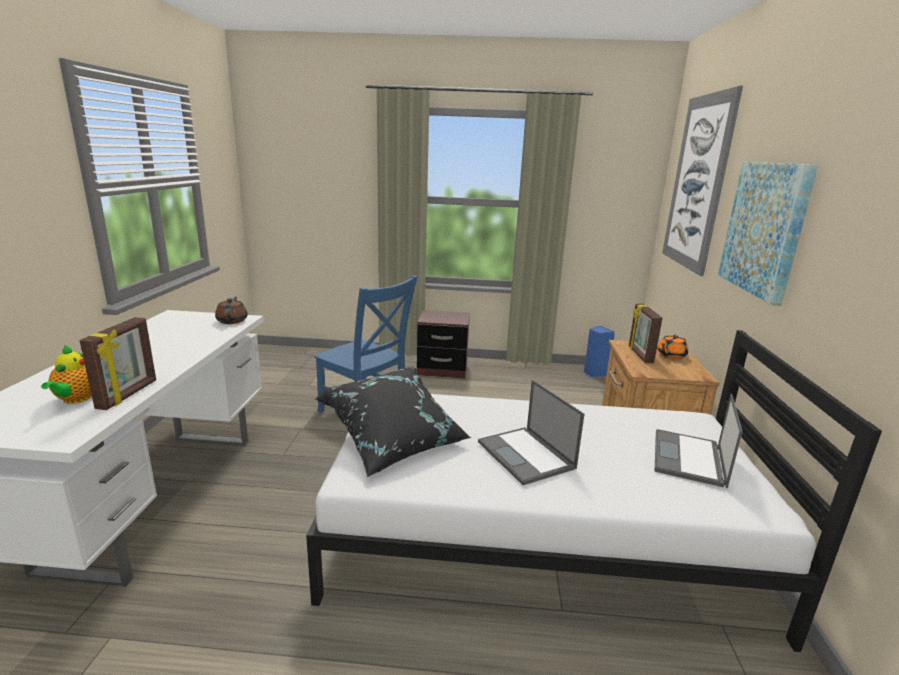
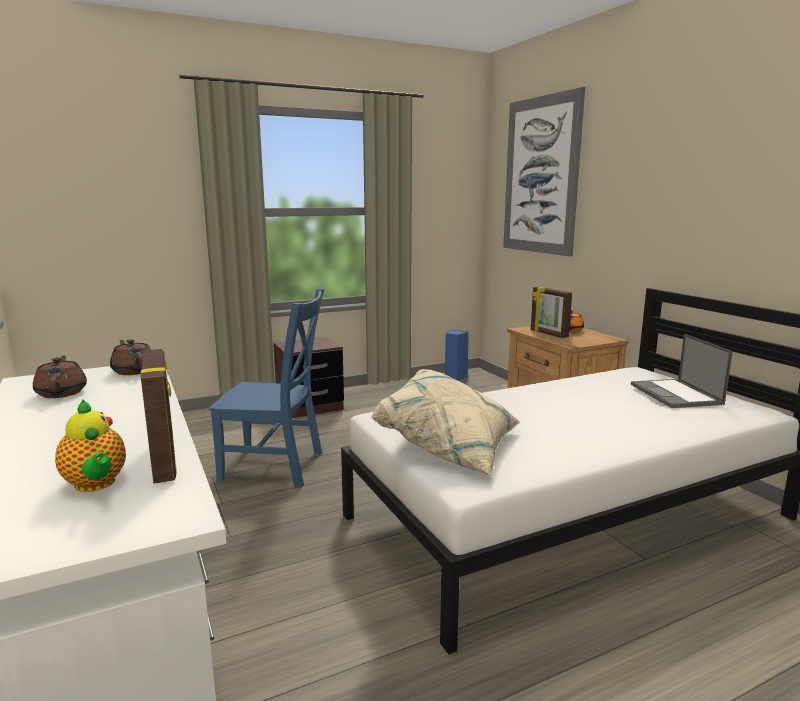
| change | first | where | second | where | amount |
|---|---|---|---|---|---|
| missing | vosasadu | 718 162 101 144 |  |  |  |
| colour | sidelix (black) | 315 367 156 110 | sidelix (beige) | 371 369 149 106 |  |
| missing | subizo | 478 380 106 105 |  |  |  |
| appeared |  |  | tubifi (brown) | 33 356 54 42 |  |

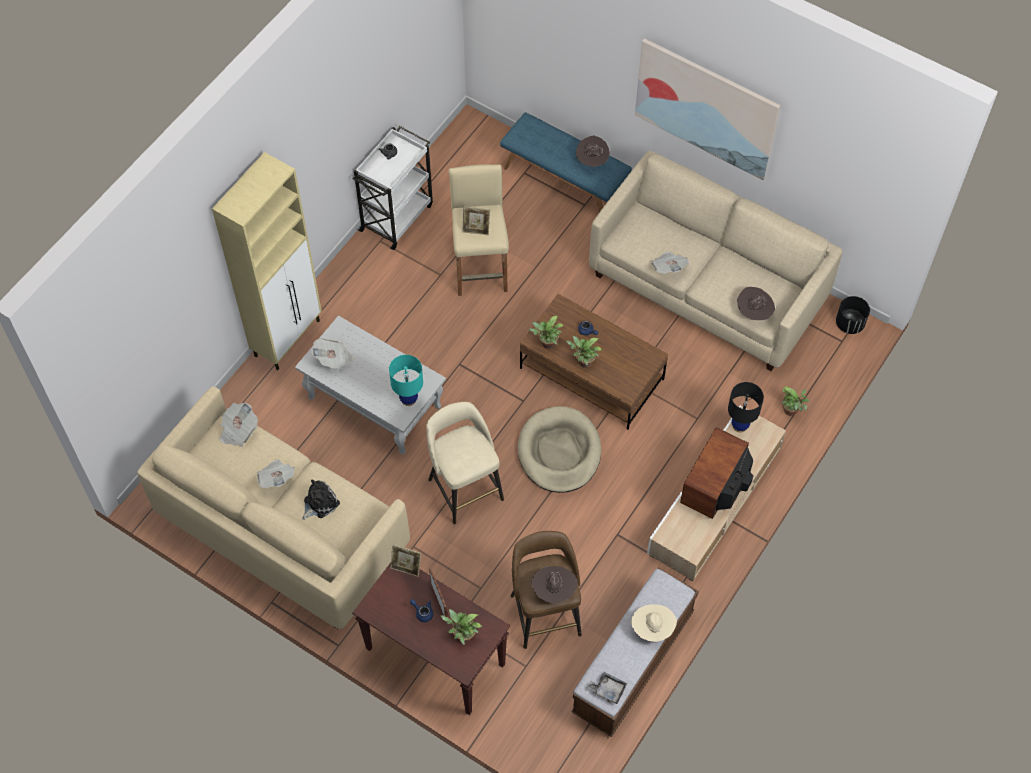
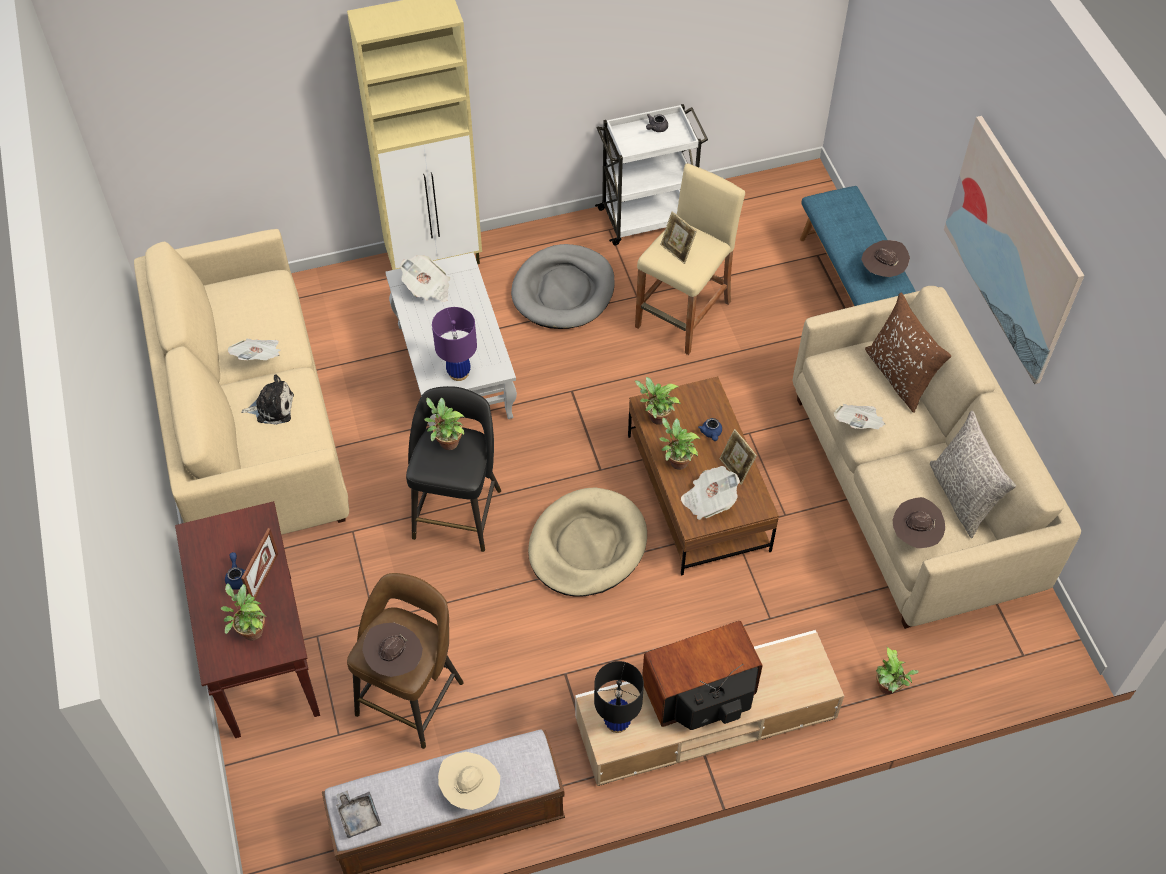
| change | first | where | second | where | amount |
|---|---|---|---|---|---|
| missing | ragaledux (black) | 836 296 34 38 |  |  |  |
| colour | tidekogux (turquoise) | 389 355 34 51 | tidekogux (purple) | 432 307 45 74 |  |
| relocated | tidekogux (black) | 728 382 36 51 |  | 594 661 50 72 |  |
| colour | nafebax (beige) | 426 402 78 122 | nafebax (black) | 406 386 95 166 |  |
| relocated | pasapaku | 220 403 38 44 |  | 681 466 59 54 |  |
| relocated | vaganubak | 390 544 31 33 |  | 719 429 38 55 |  |
| appeared |  |  | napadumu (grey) | 511 244 104 85 |  |
| appeared |  |  | sidelix (brown) | 865 293 86 120 |  |
| appeared |  |  | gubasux | 424 398 40 52 |  |
| appeared |  |  | sidelix (grey) | 930 411 86 127 |  |

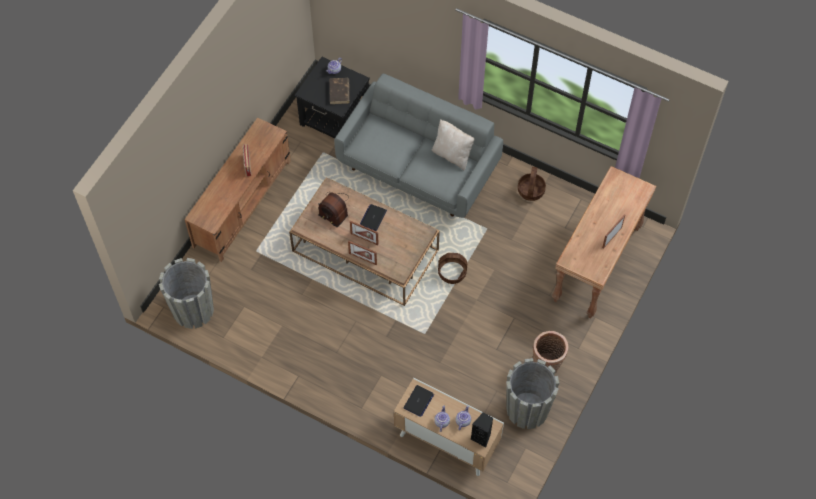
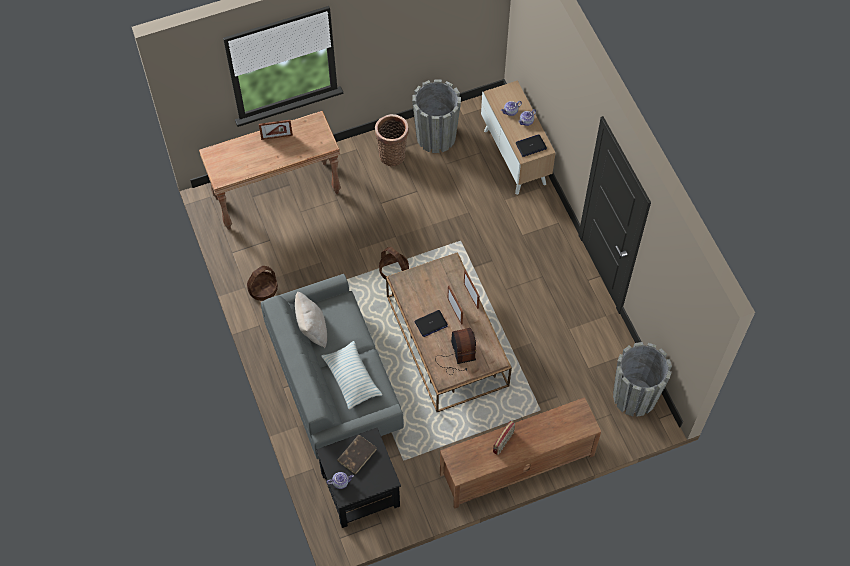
| change | first | where | second | where | amount |
|---|---|---|---|---|---|
| missing | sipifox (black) | 471 412 22 35 |  |  |  |
| appeared |  |  | sidelix | 321 341 61 68 |  |

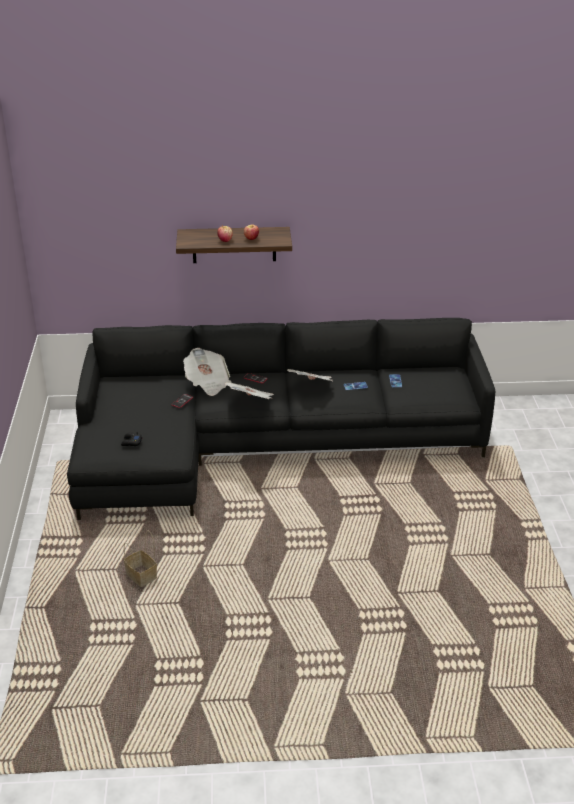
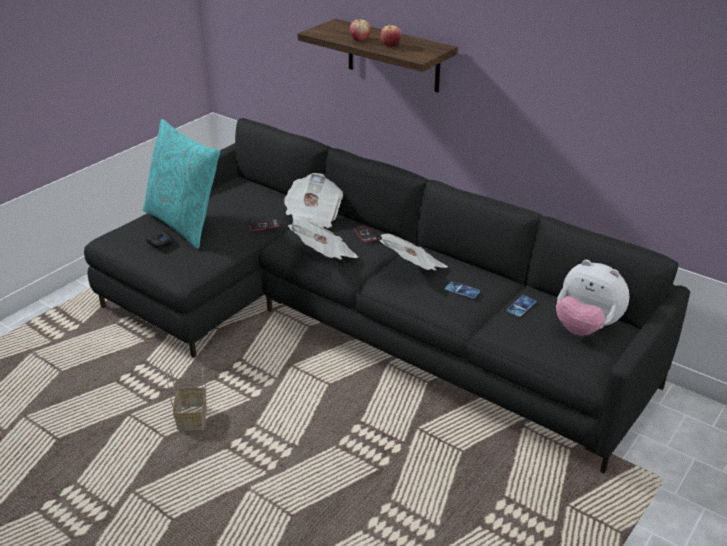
| change | first | where | second | where | amount |
|---|---|---|---|---|---|
| relocated | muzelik | 124 531 33 56 |  | 167 367 40 64 |  |
| appeared |  |  | sidelix (turquoise) | 143 119 77 130 |  |
| appeared |  |  | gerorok | 556 260 73 75 |  |

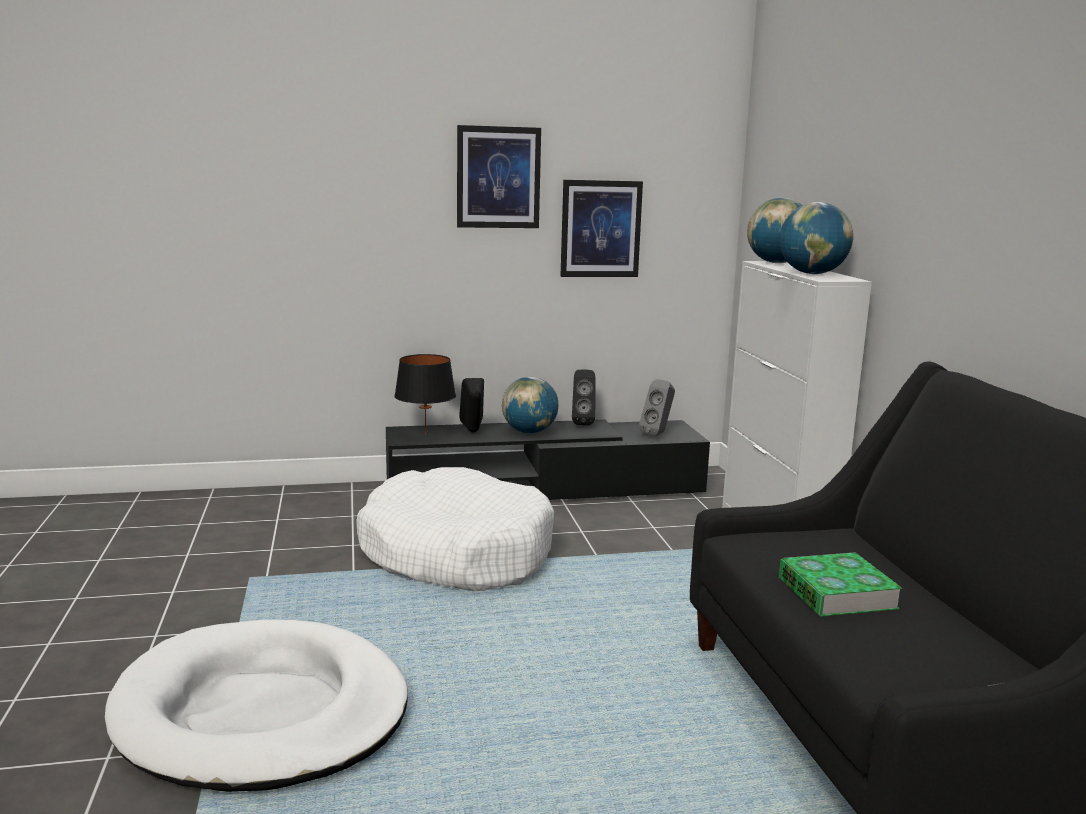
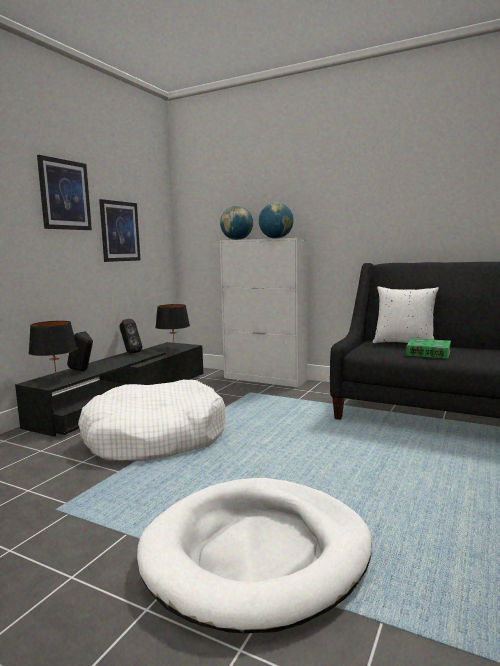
| change | first | where | second | where | amount |
|---|---|---|---|---|---|
| missing | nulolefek | 502 377 56 56 |  |  |  |
| exchanged | sipifox (grey) | 639 379 36 57 | tidekogux (black) | 155 304 35 42 |  |
| appeared |  |  | sidelix (white) | 373 286 66 57 |  |

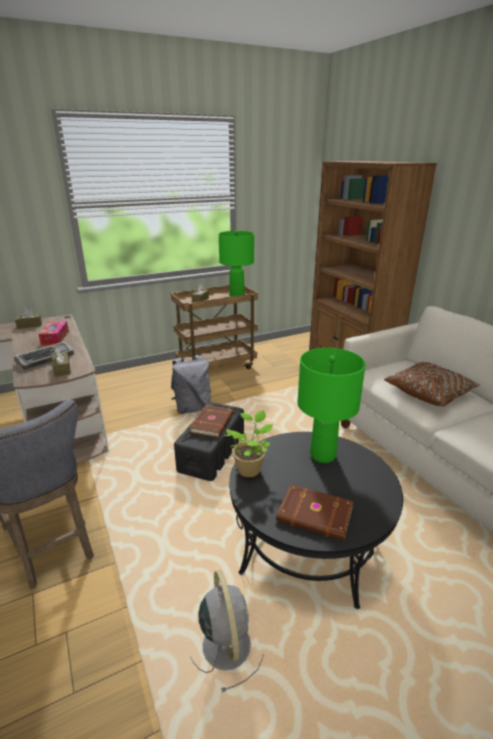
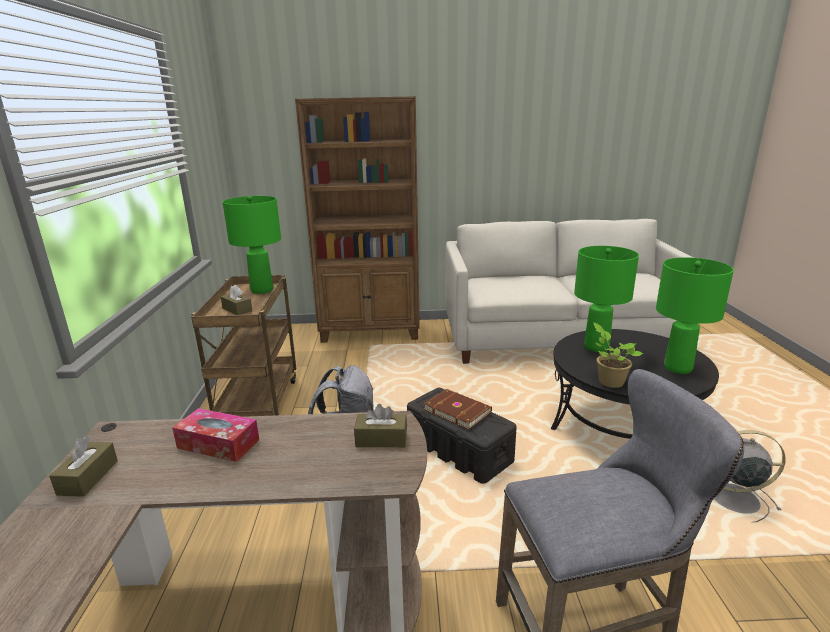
| change | first | where | second | where | amount |
|---|---|---|---|---|---|
| missing | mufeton | 14 342 60 28 |  |  |  |
| missing | sidelix (brown) | 384 362 96 45 |  |  |  |
| exchanged | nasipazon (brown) | 276 484 78 57 | tidekogux (green) | 656 257 78 117 |  |

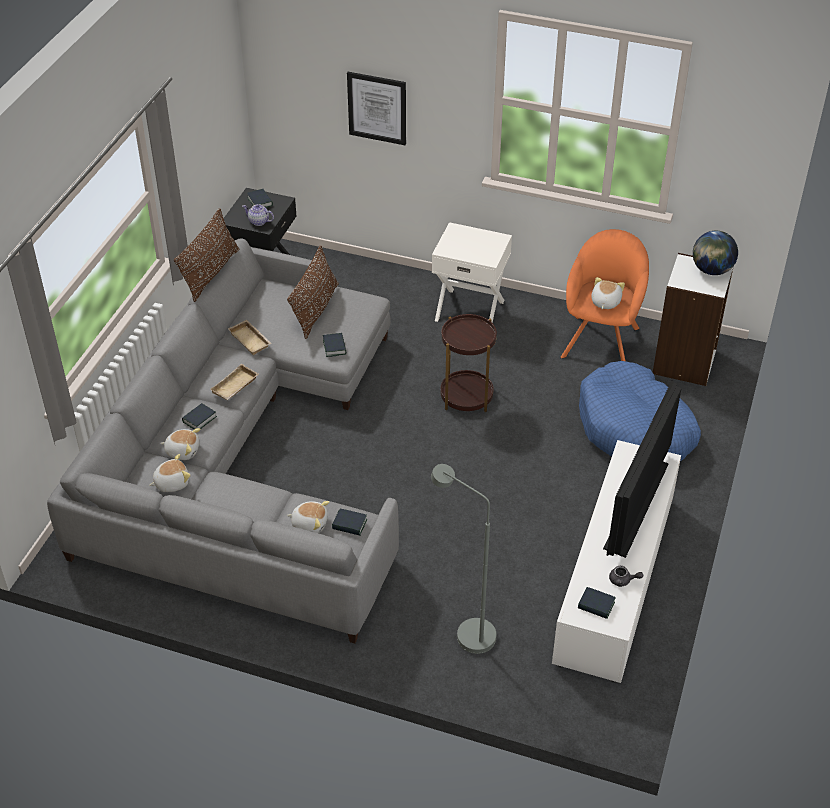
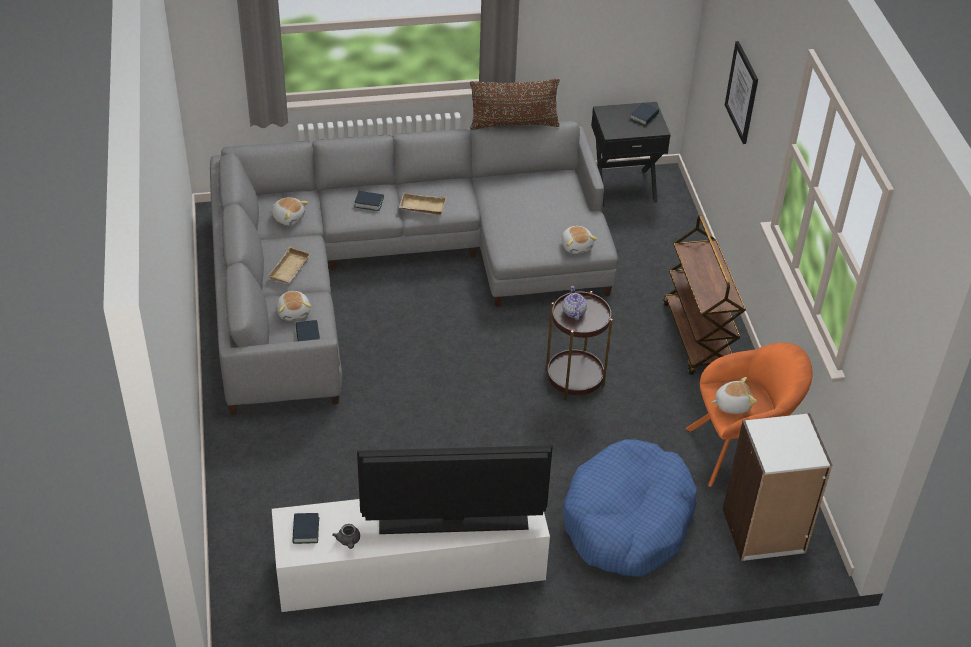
| change | first | where | second | where | amount |
|---|---|---|---|---|---|
| relocated | tubifi | 242 204 32 22 |  | 562 286 25 34 |  |
| exchanged | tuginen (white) | 432 222 80 101 | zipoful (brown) | 663 215 83 160 |  |
| missing | nulolefek | 693 231 45 44 |  |  |  |
| missing | sidelix (brown) | 287 245 52 94 |  |  |  |
| relocated | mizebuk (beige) | 228 320 44 35 |  | 268 246 43 37 |  |
| missing | nasipazon | 323 333 23 24 |  |  |  |
| relocated | gerorok | 161 428 40 32 |  | 561 226 36 28 |  |
| missing | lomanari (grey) | 431 464 65 190 |  |  |  |

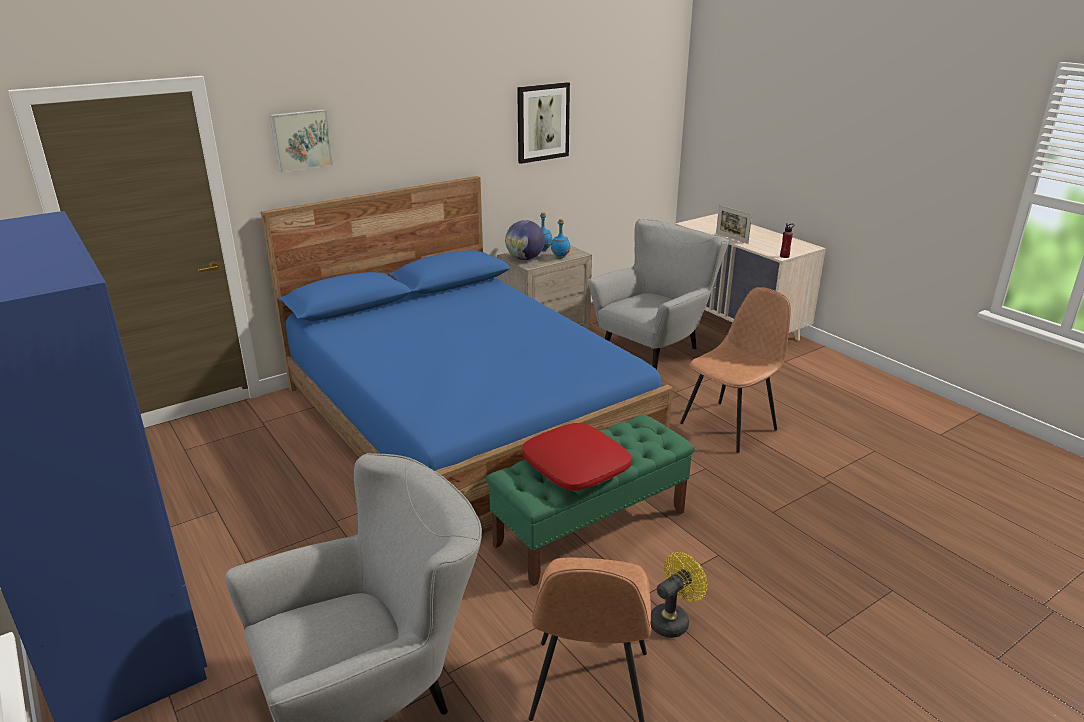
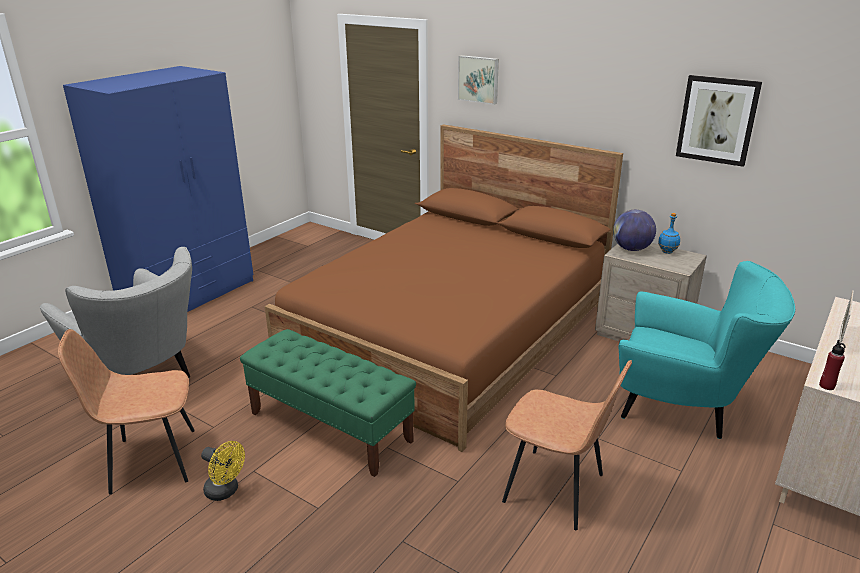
| change | first | where | second | where | amount |
|---|---|---|---|---|---|
| colour | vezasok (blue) | 261 176 412 358 | vezasok (brown) | 265 124 358 328 |  |
| missing | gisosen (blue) | 551 219 19 39 |  |  |  |
| colour | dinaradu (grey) | 588 219 141 151 | dinaradu (turquoise) | 619 261 176 178 |  |
| missing | sidelix (red) | 522 423 110 68 |  |  |  |

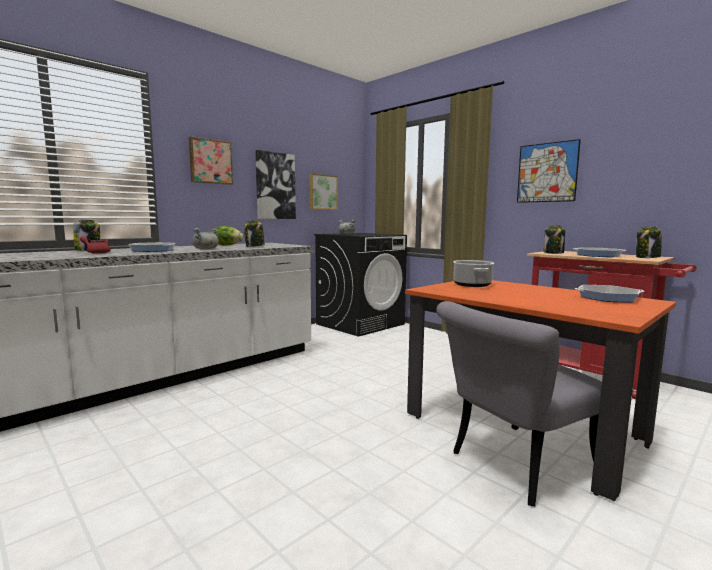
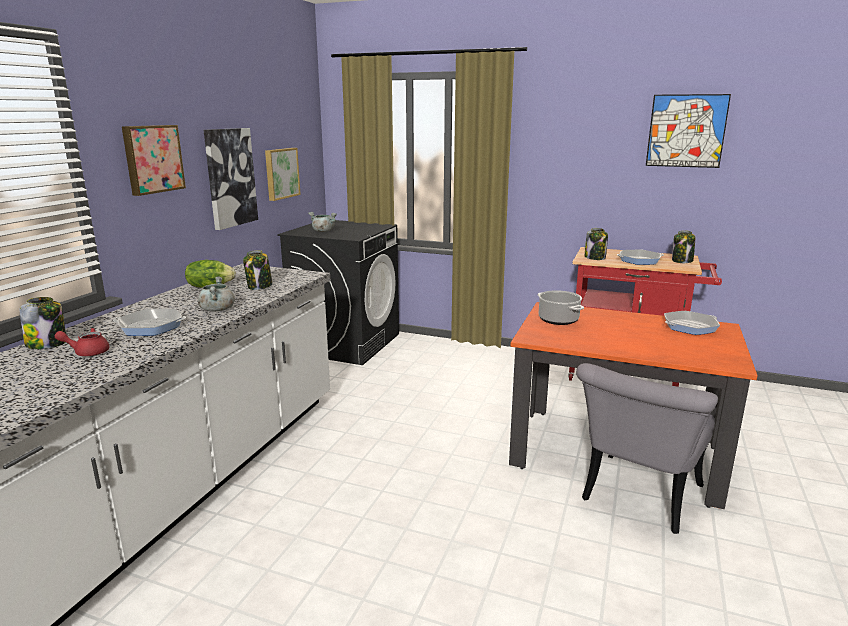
| change | first | where | second | where | amount |
|---|---|---|---|---|---|
| relocated | vosasadu | 517 139 64 64 |  | 646 94 85 74 |  |

